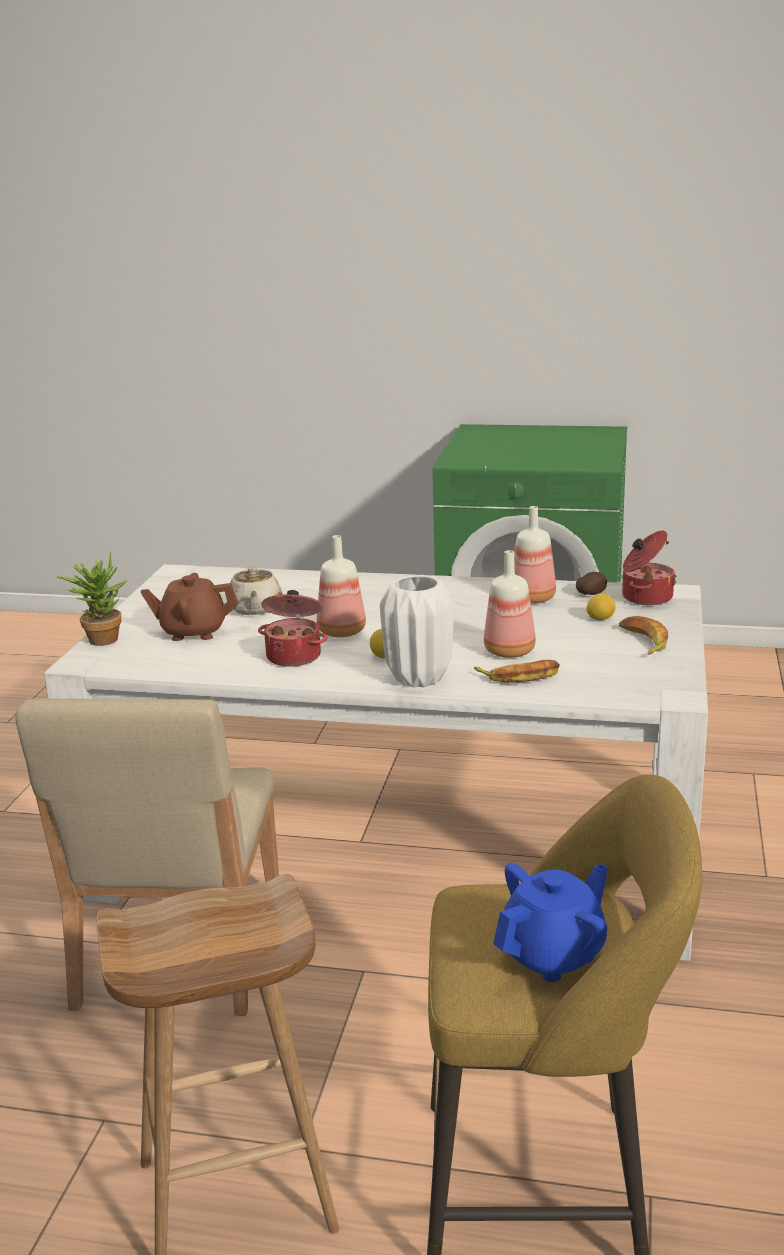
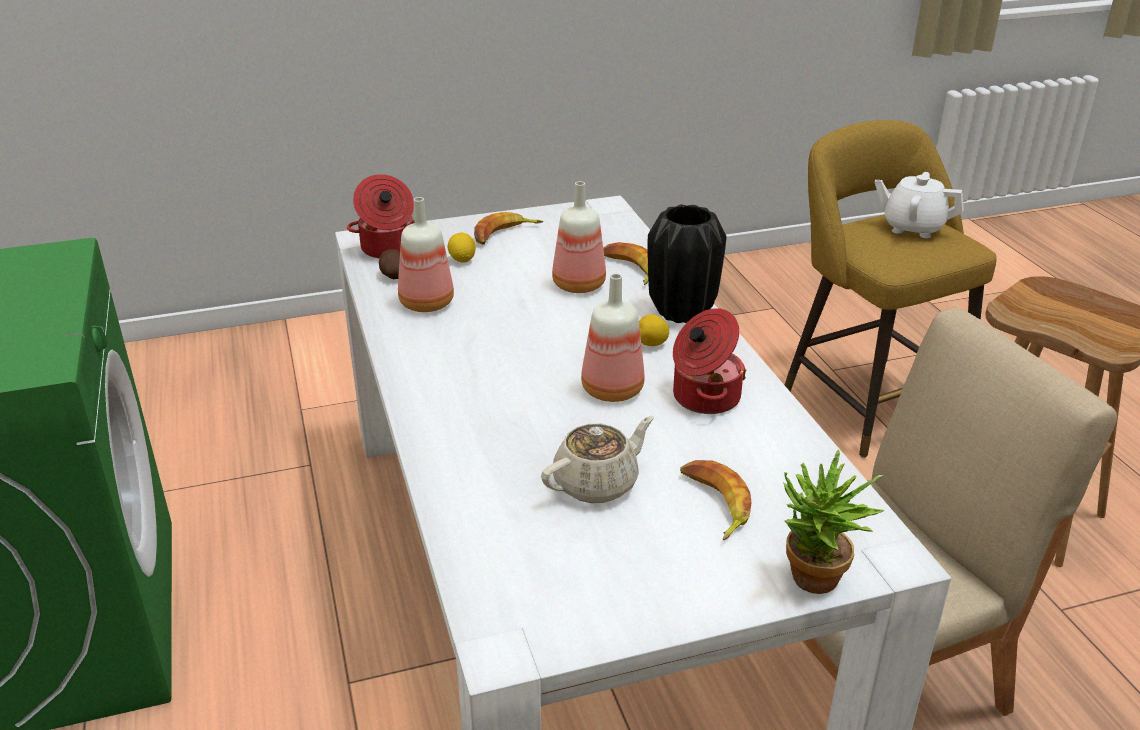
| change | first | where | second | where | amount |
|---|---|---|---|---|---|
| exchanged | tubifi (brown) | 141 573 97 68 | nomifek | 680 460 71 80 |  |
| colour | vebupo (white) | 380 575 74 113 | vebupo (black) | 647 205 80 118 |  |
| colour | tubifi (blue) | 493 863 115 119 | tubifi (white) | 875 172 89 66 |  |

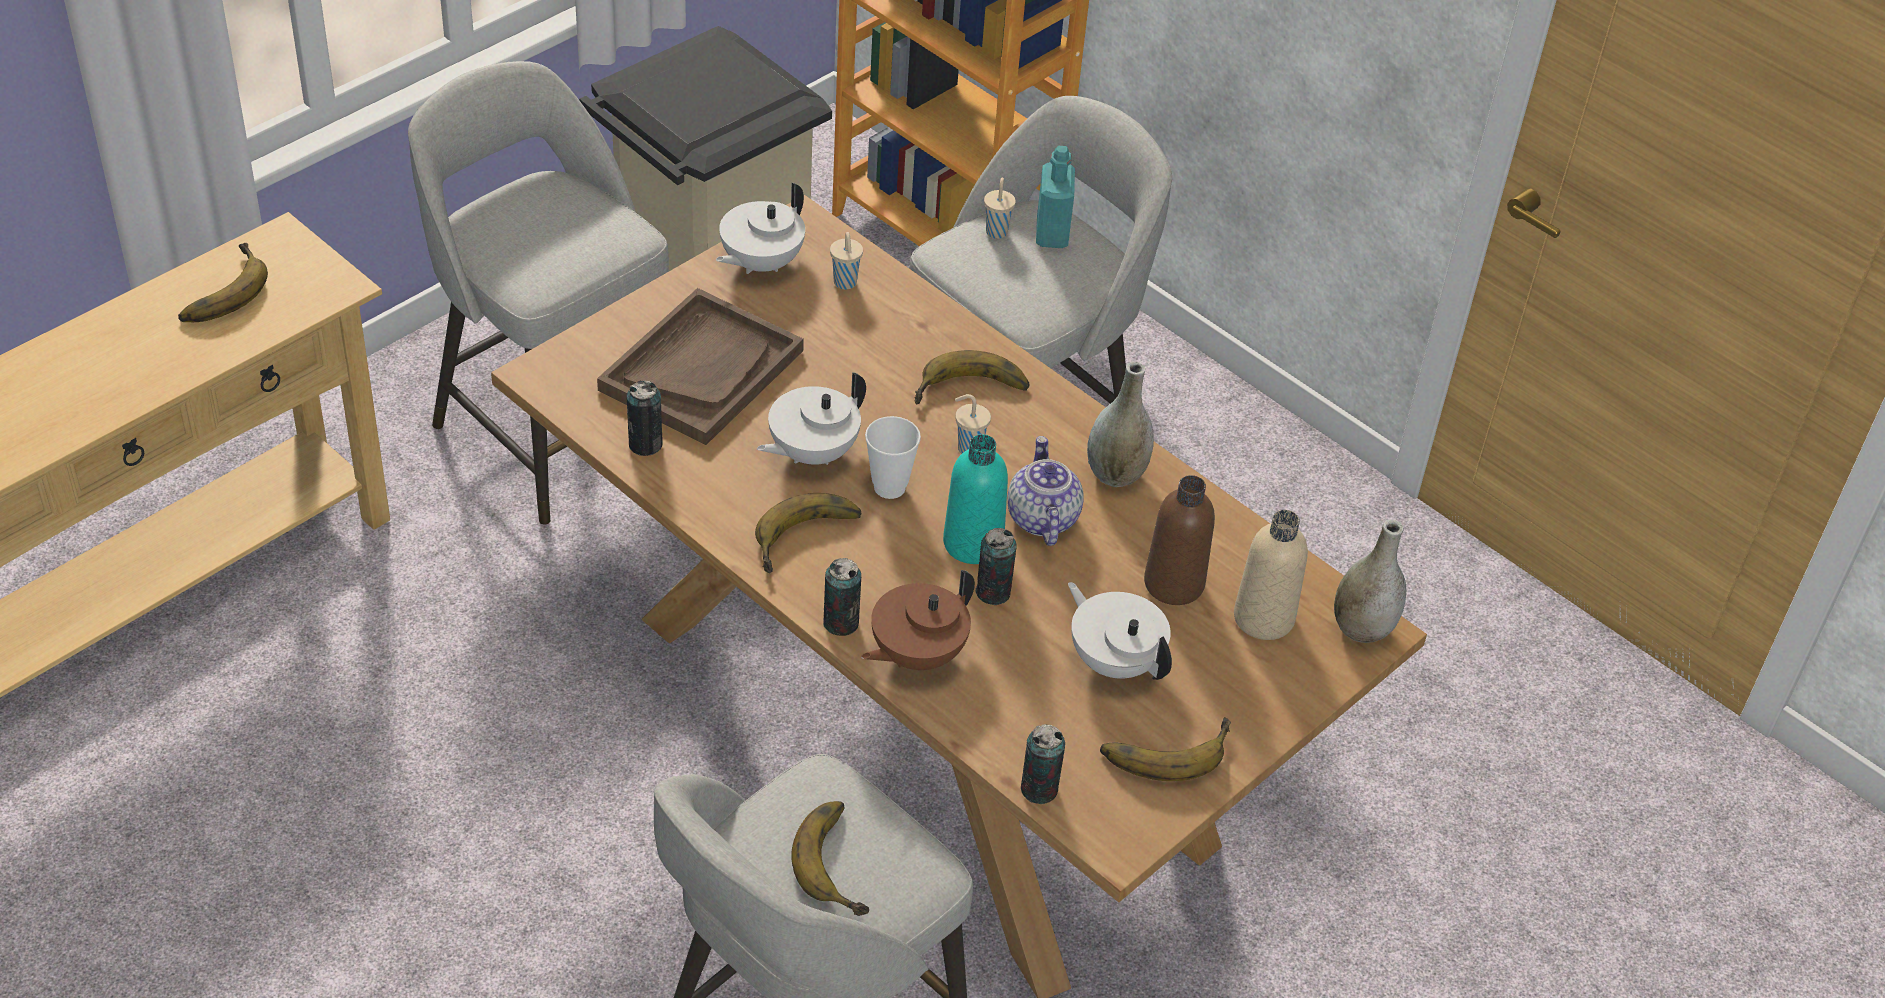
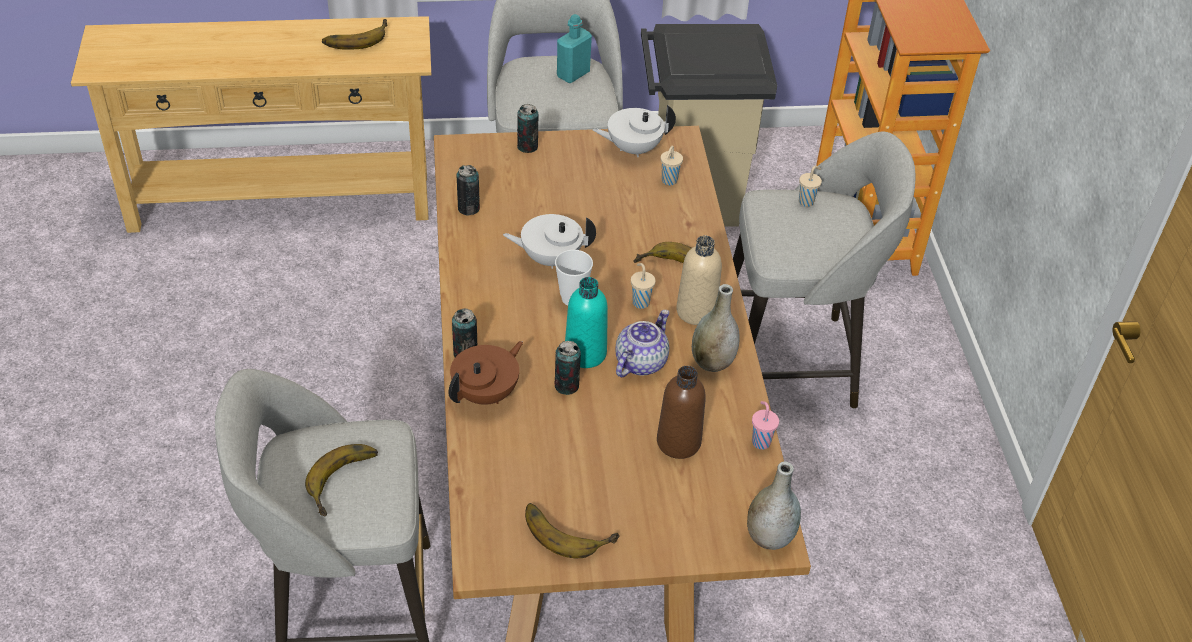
| change | first | where | second | where | amount |
|---|---|---|---|---|---|
| relocated | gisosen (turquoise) | 1036 146 39 102 |  | 557 14 35 69 |  |
| missing | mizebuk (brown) | 597 288 207 157 |  |  |  |
| missing | nomifek | 755 493 107 80 |  |  |  |
| relocated | gisosen (beige) | 1234 510 74 130 |  | 676 236 46 89 |  |
| spun | tubifi (brown) | 861 570 114 100 |  | 449 341 74 64 | 135 degrees clockwise |
| missing | tubifi (white) | 1068 582 104 98 |  |  |  |
| relocated | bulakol | 1021 724 44 80 |  | 517 104 21 49 |  |
| appeared |  |  | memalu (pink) | 752 401 27 48 |  |

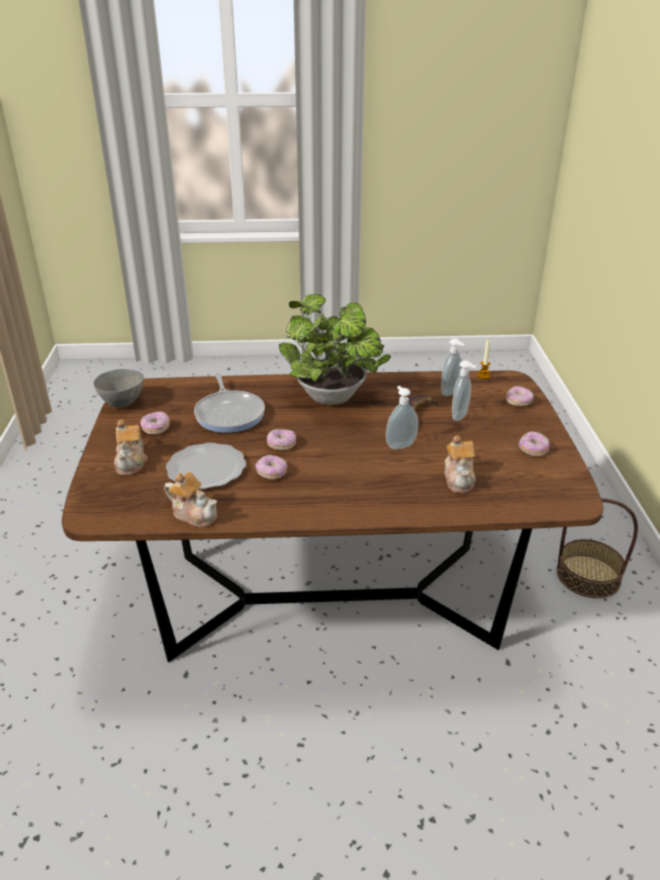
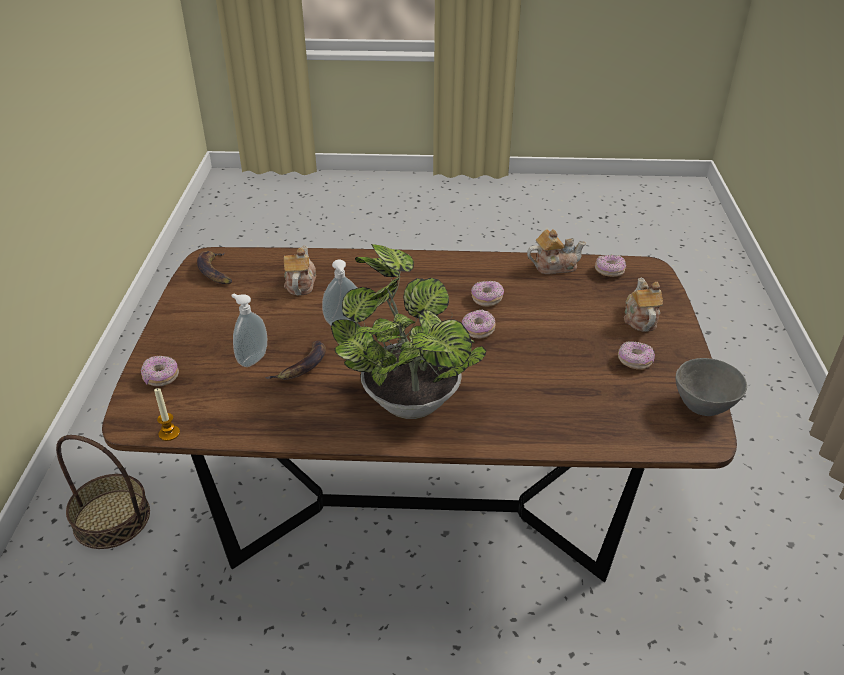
| change | first | where | second | where | amount |
|---|---|---|---|---|---|
| missing | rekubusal | 441 338 24 58 |  |  |  |
| missing | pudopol | 194 373 71 60 |  |  |  |
| relocated | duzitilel | 519 431 31 25 |  | 595 255 31 22 |  |
| missing | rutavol | 166 443 80 46 |  |  |  |
| spun | tubifi | 164 472 53 56 |  | 527 229 59 45 | 135 degrees clockwise |
| appeared |  |  | nomifek | 197 251 35 33 |  |

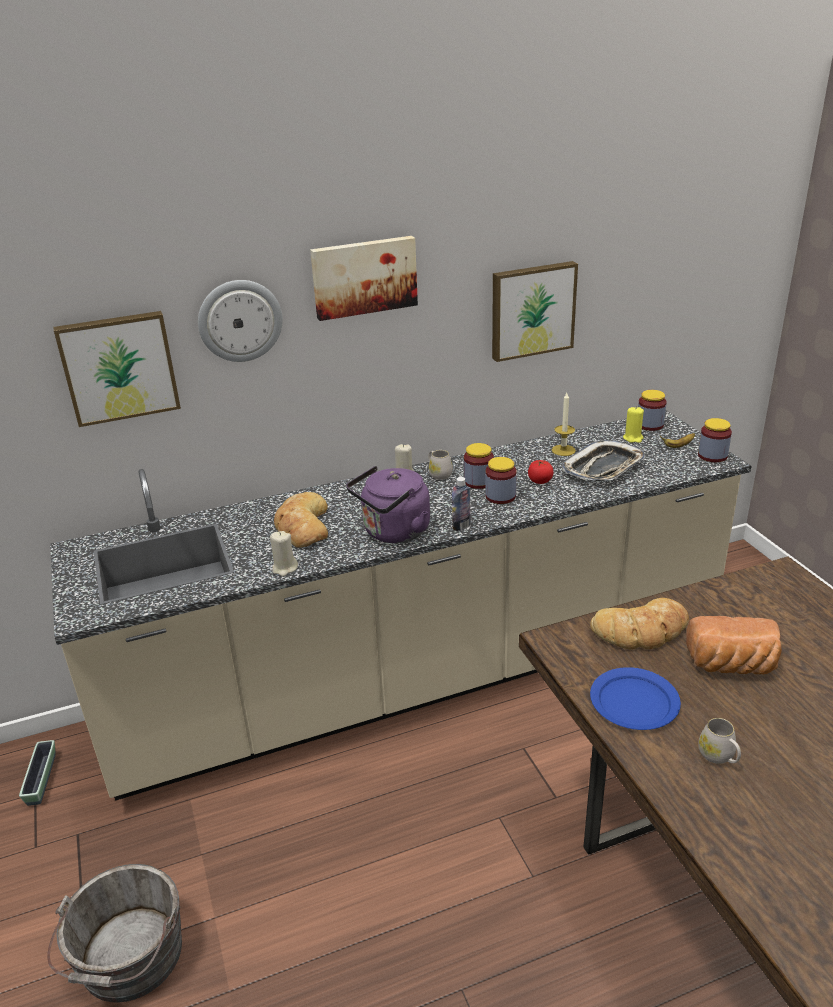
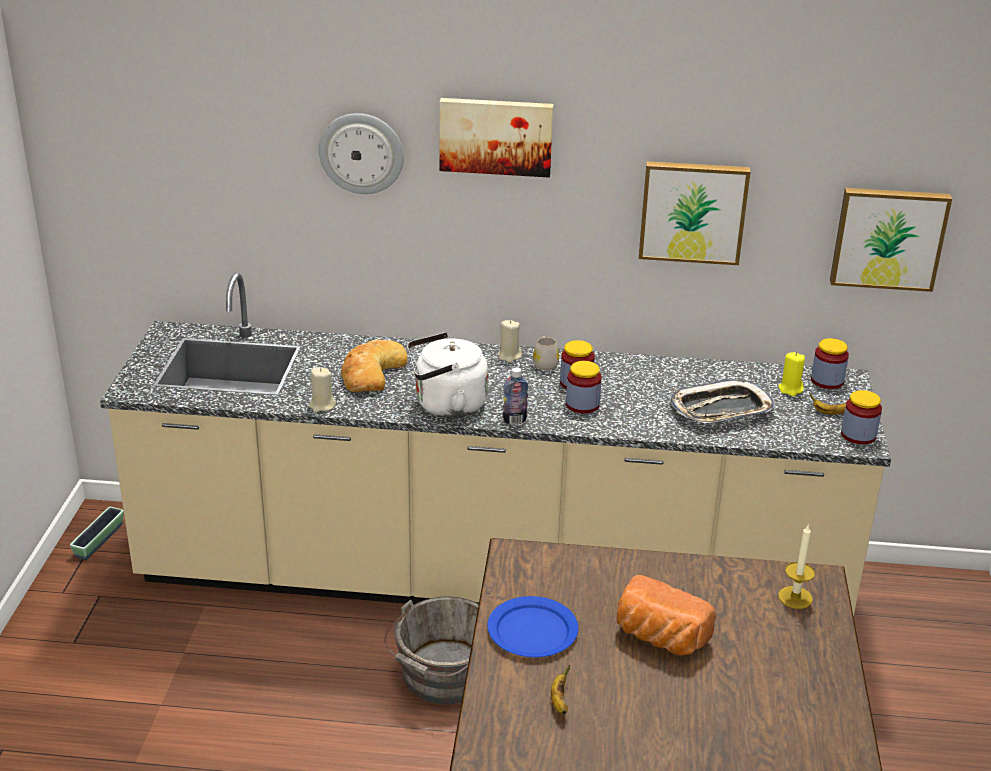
| change | first | where | second | where | amount |
|---|---|---|---|---|---|
| relocated | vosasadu | 53 311 128 116 |  | 830 188 122 104 |  |
| relocated | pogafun | 552 393 24 63 |  | 778 525 37 84 |  |
| missing | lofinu | 528 460 26 24 |  |  |  |
| colour | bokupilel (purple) | 346 466 84 77 | bokupilel (white) | 407 332 81 86 |  |
| missing | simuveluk | 590 598 99 52 |  |  |  |
| exchanged | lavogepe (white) | 698 718 43 46 | nomifek | 551 665 19 49 |  |
| relocated | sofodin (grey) | 47 864 135 139 |  | 384 596 95 109 |  |

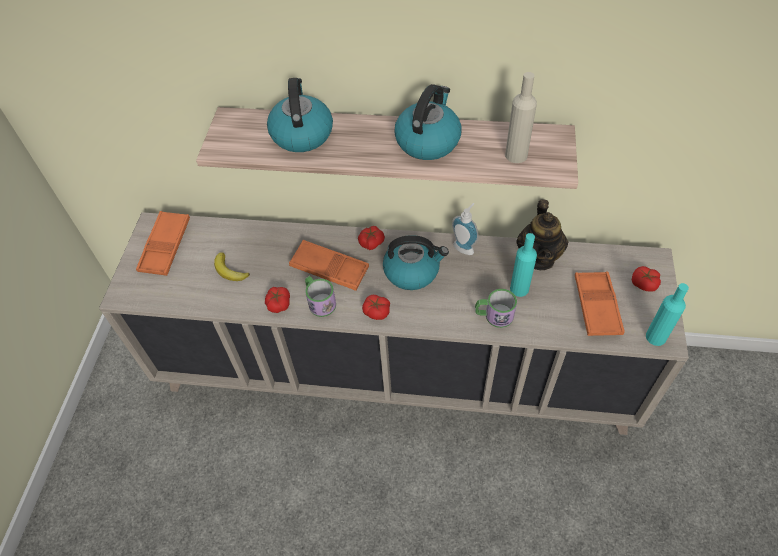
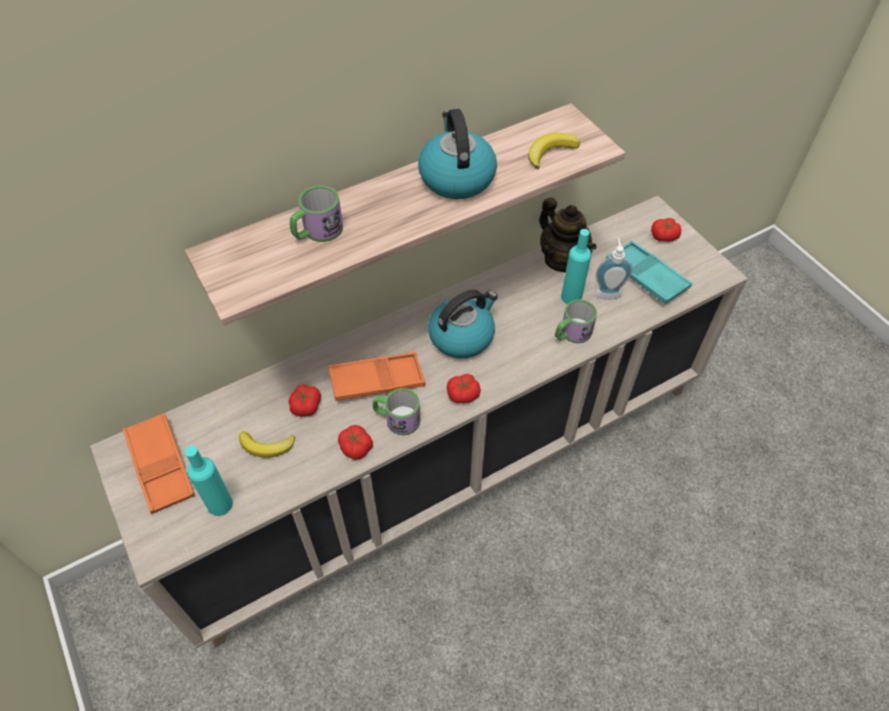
| change | first | where | second | where | amount |
|---|---|---|---|---|---|
| exchanged | gisosen (beige) | 505 72 32 91 | nomifek | 528 133 52 36 |  |
| exchanged | bokupilel | 267 78 66 74 | lavogepe | 290 186 53 56 |  |
| relocated | rekubusal | 452 203 26 52 |  | 595 238 38 62 |  |
| relocated | lofinu | 358 226 27 24 |  | 288 384 33 33 |  |
| colour | mizebuk (orange) | 575 271 50 65 | mizebuk (turquoise) | 606 240 86 64 |  |
| relocated | gisosen (turquoise) | 646 283 43 63 |  | 185 446 48 70 |  |

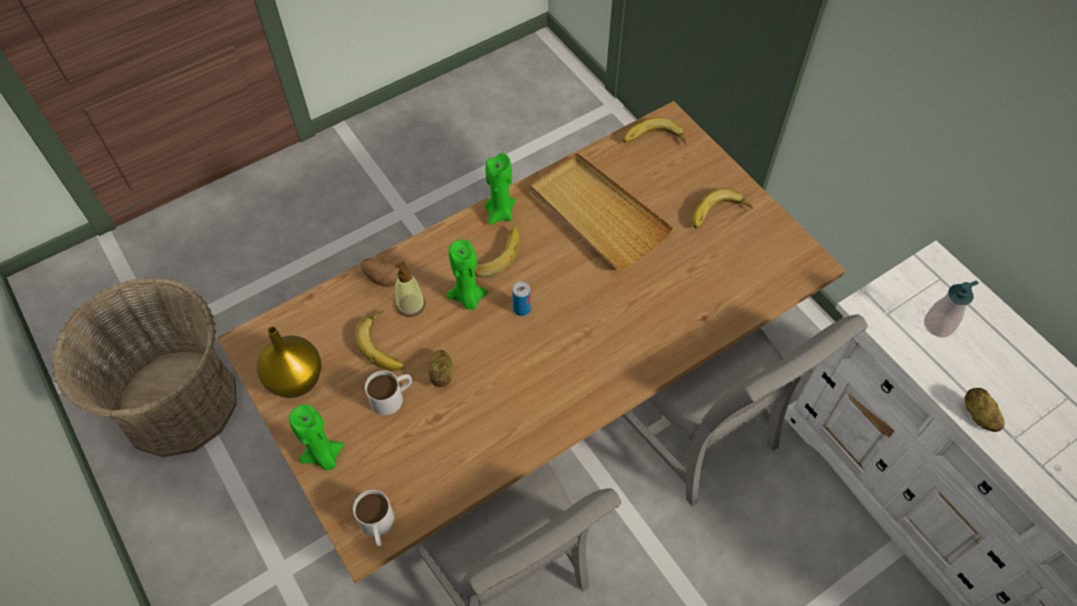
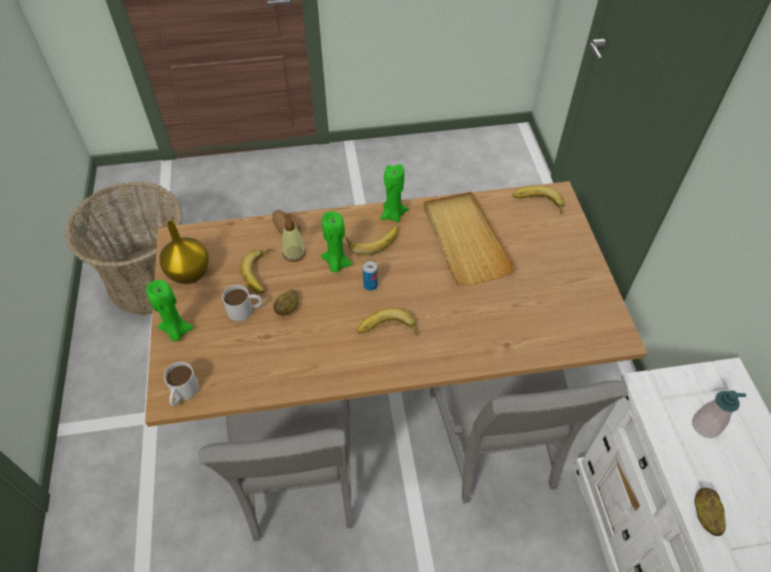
| change | first | where | second | where | amount |
|---|---|---|---|---|---|
| relocated | nomifek | 692 188 61 40 |  | 357 308 60 28 |  |

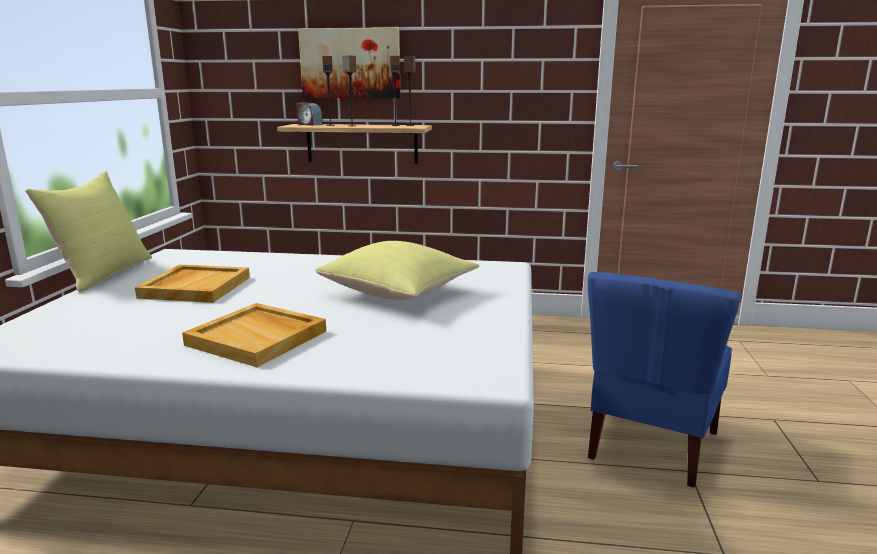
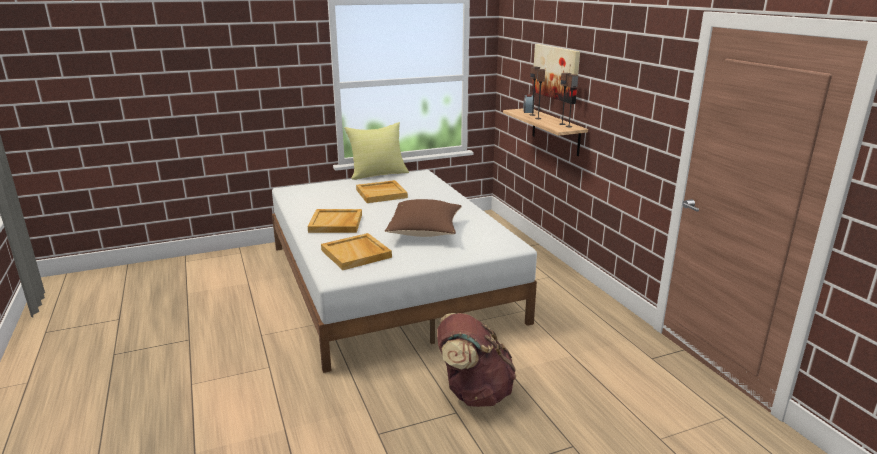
| change | first | where | second | where | amount |
|---|---|---|---|---|---|
| colour | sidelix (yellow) | 315 241 164 59 | sidelix (brown) | 385 199 77 38 |  |
| exchanged | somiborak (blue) | 588 272 153 216 | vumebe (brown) | 437 313 79 94 |  |
| appeared |  |  | mizebuk (beige) | 321 233 71 37 |  |

